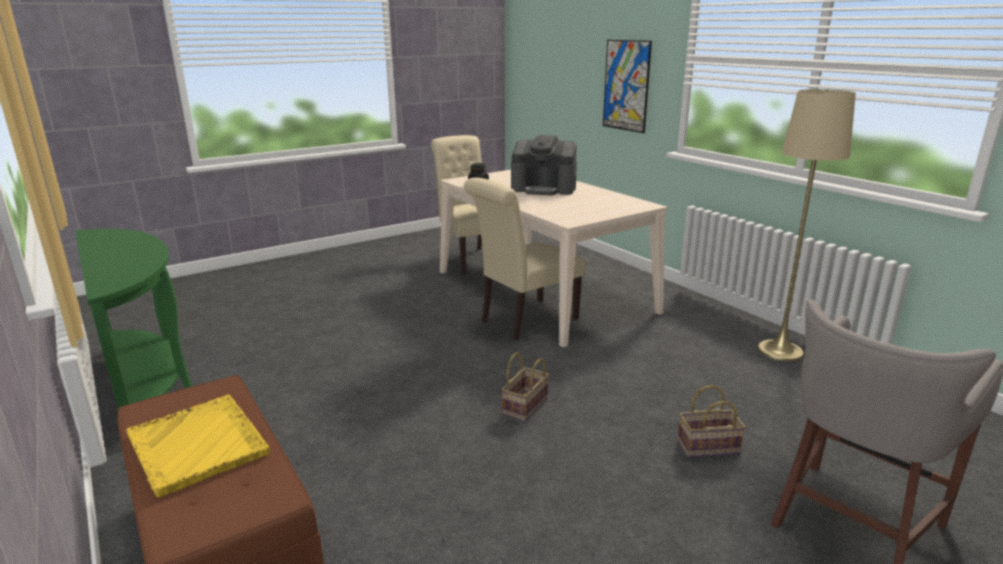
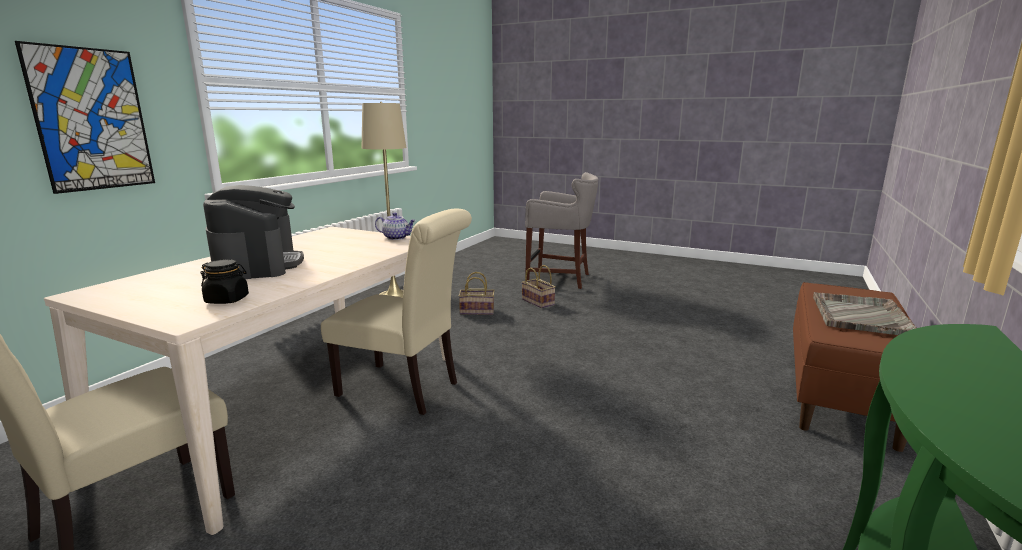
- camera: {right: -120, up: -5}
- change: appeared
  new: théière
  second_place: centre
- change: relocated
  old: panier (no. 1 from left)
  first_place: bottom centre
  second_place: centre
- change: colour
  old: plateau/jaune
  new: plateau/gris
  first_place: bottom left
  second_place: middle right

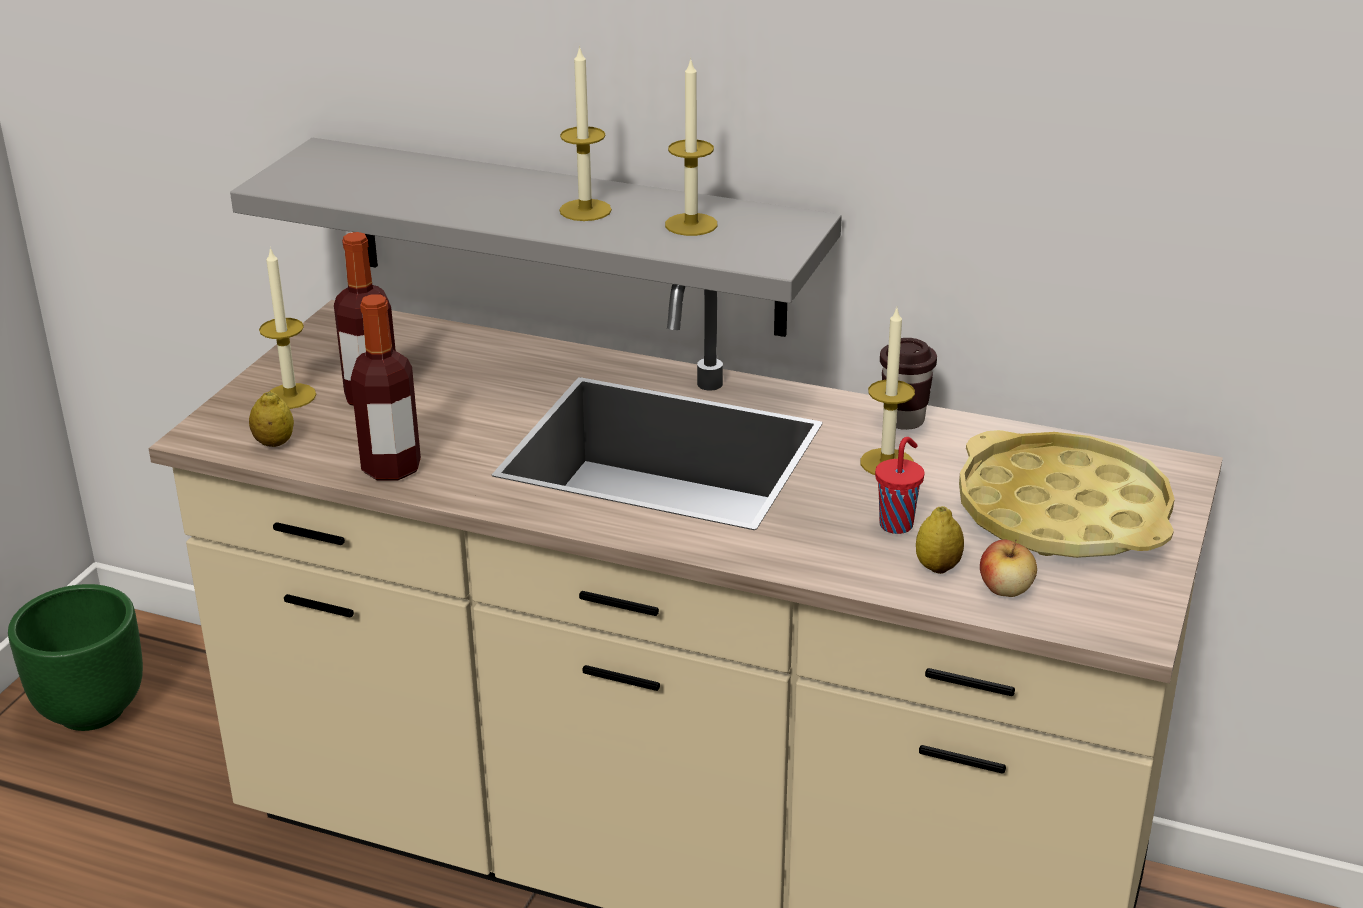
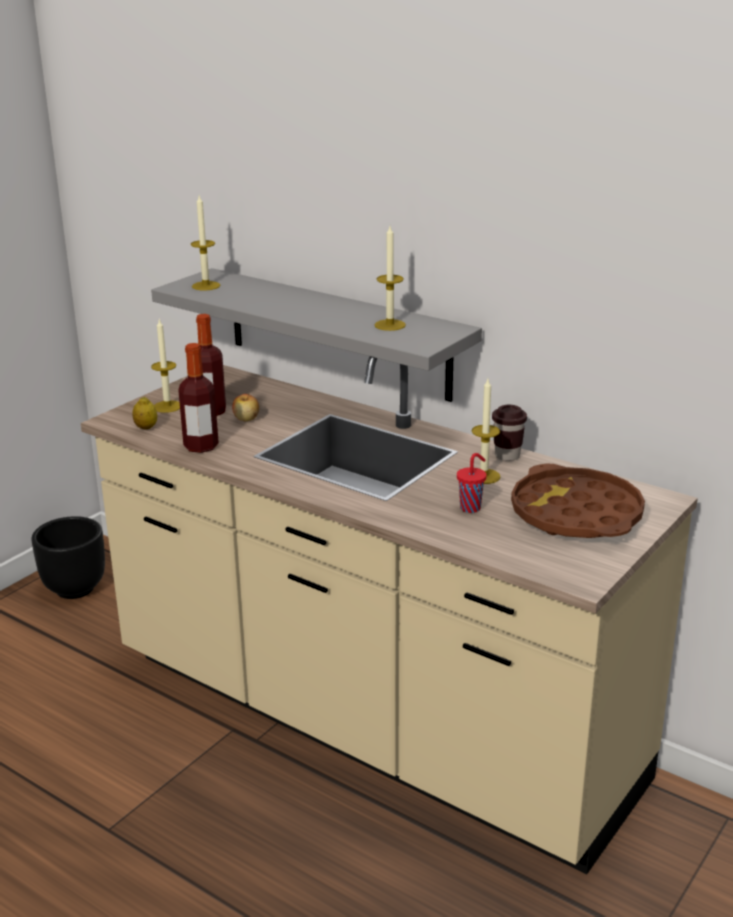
- camera: {right: 15, up: -5}
- change: missing
  old: citron (no. 2 from left)
  first_place: middle right
- change: relocated
  old: bougie (no. 2 from left)
  first_place: top centre
  second_place: top left
- change: relocated
  old: pomme
  first_place: middle right
  second_place: centre
- change: colour
  old: cache-pot/vert
  new: cache-pot/noir
  first_place: bottom left
  second_place: middle left
- change: colour
  old: plateau/jaune
  new: plateau/marron
  first_place: middle right
  second_place: middle right

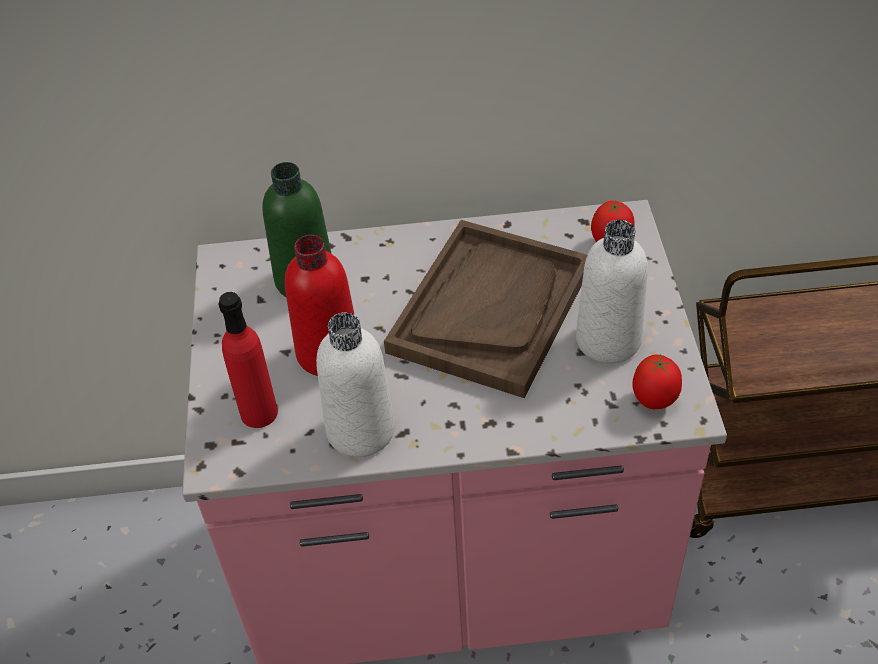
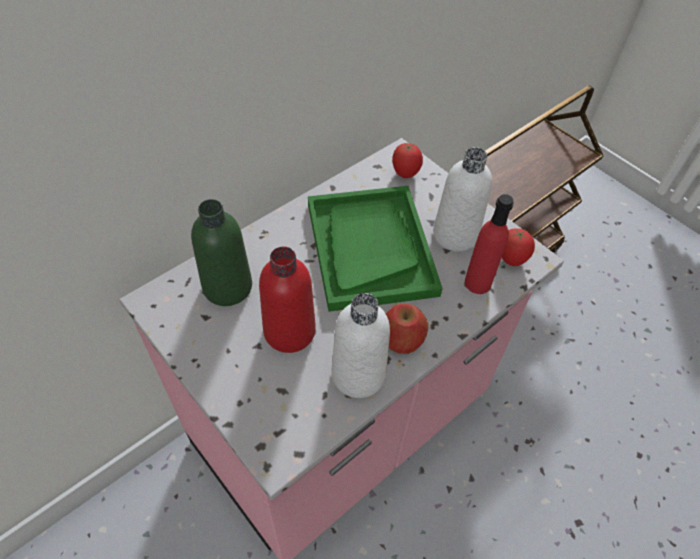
- camera: {right: -40, up: 5}
- change: appeared
  new: pomme
  second_place: centre
- change: relocated
  old: bouteille/rouge (no. 1 from left in the first image)
  new: bouteille/rouge (no. 2 from left)
  first_place: middle left
  second_place: middle right
- change: colour
  old: plateau/marron
  new: plateau/vert
  first_place: centre
  second_place: centre

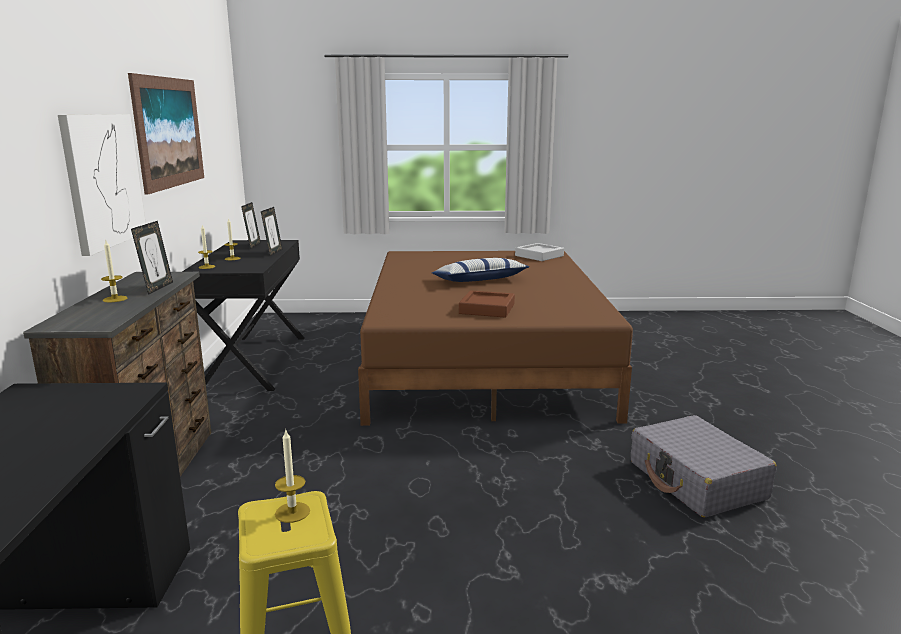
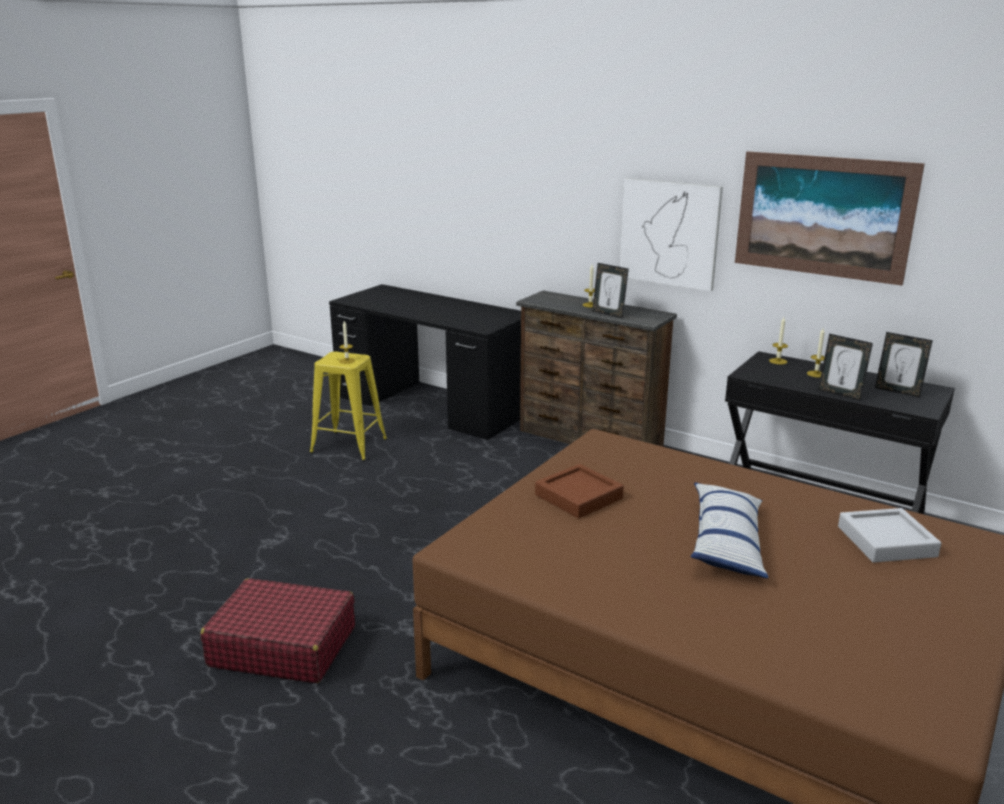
- camera: {right: 125, up: 5}
- change: relocated
  old: plateau/gris
  first_place: centre
  second_place: middle right
- change: colour
  old: valise/gris
  new: valise/rouge
  first_place: bottom right
  second_place: bottom left

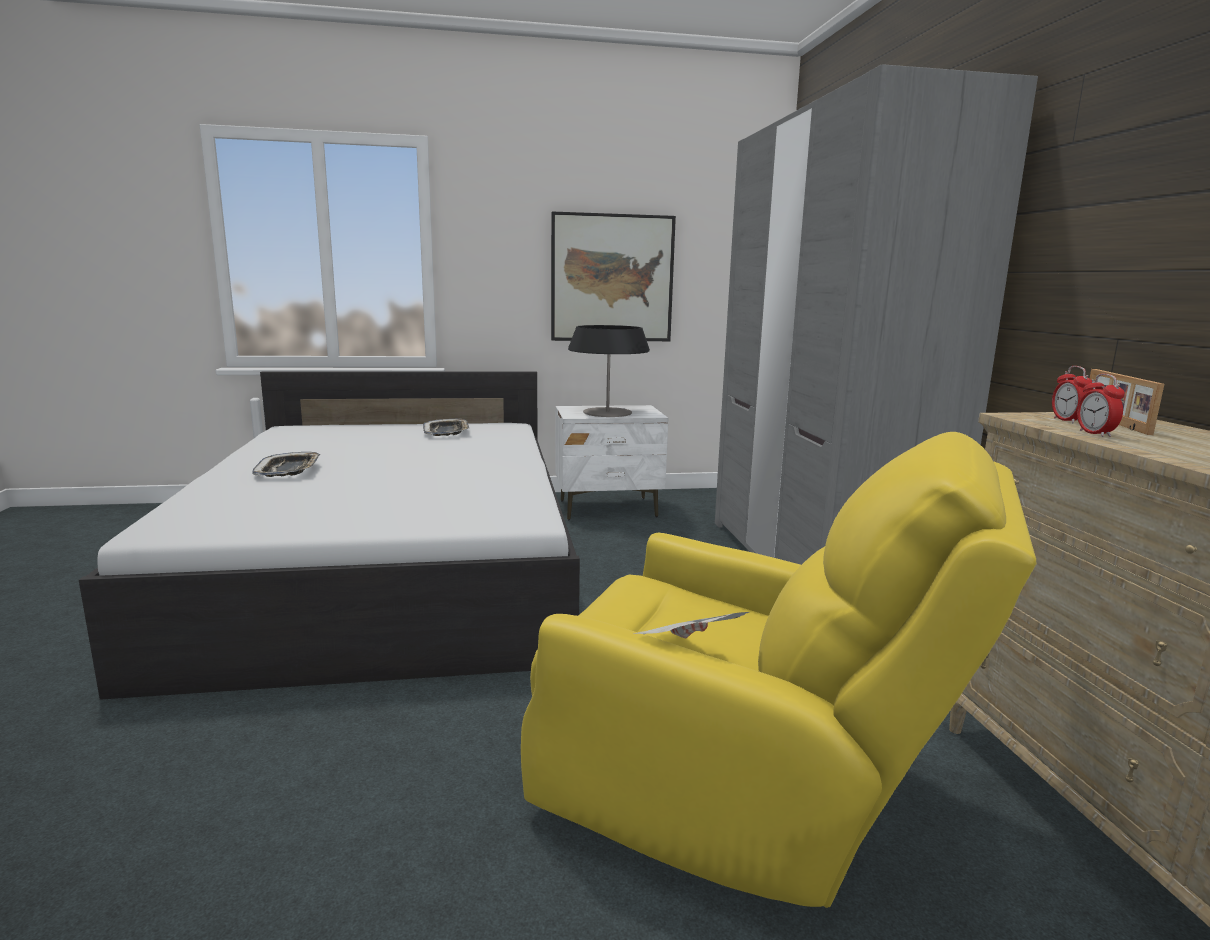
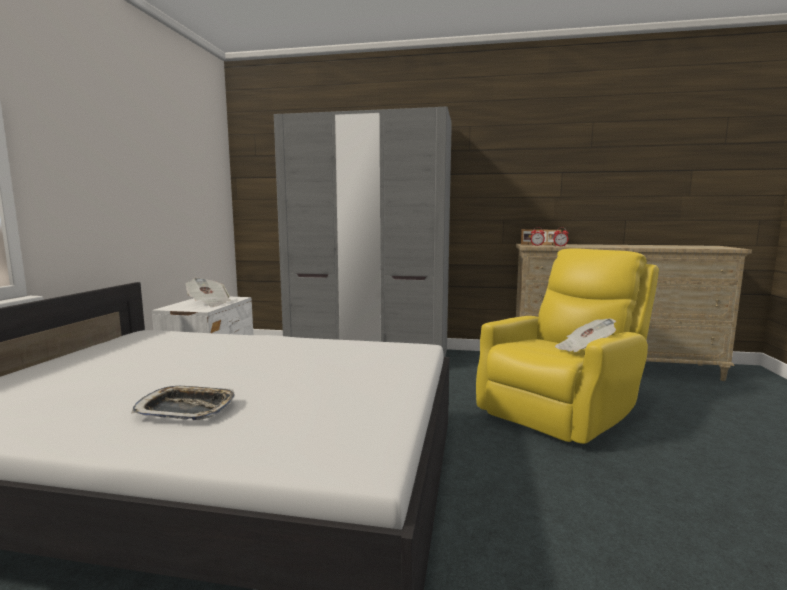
- camera: {right: -70, up: -5}
- change: missing
  old: plateau (no. 2 from left)
  first_place: centre
- change: missing
  old: tableau
  first_place: top centre
- change: exchanged
  old: lampe de table
  new: journal (no. 1 from left)
  first_place: centre
  second_place: middle left

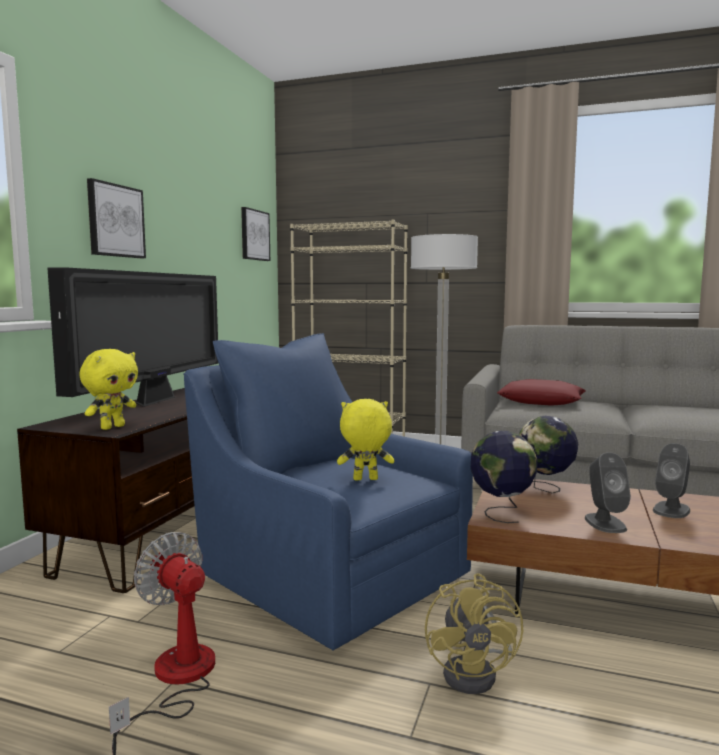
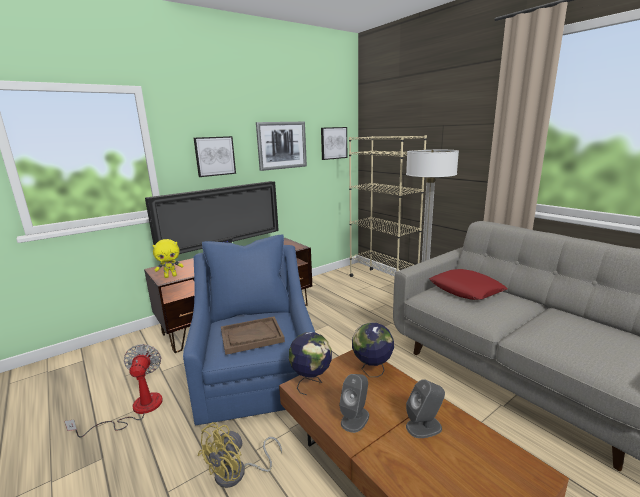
- camera: {right: 35, up: 10}
- change: appeared
  new: tableau (no. 2 from left)
  second_place: top centre
- change: exchanged
  old: peluche/jaune (no. 2 from left)
  new: plateau/marron
  first_place: centre
  second_place: bottom centre

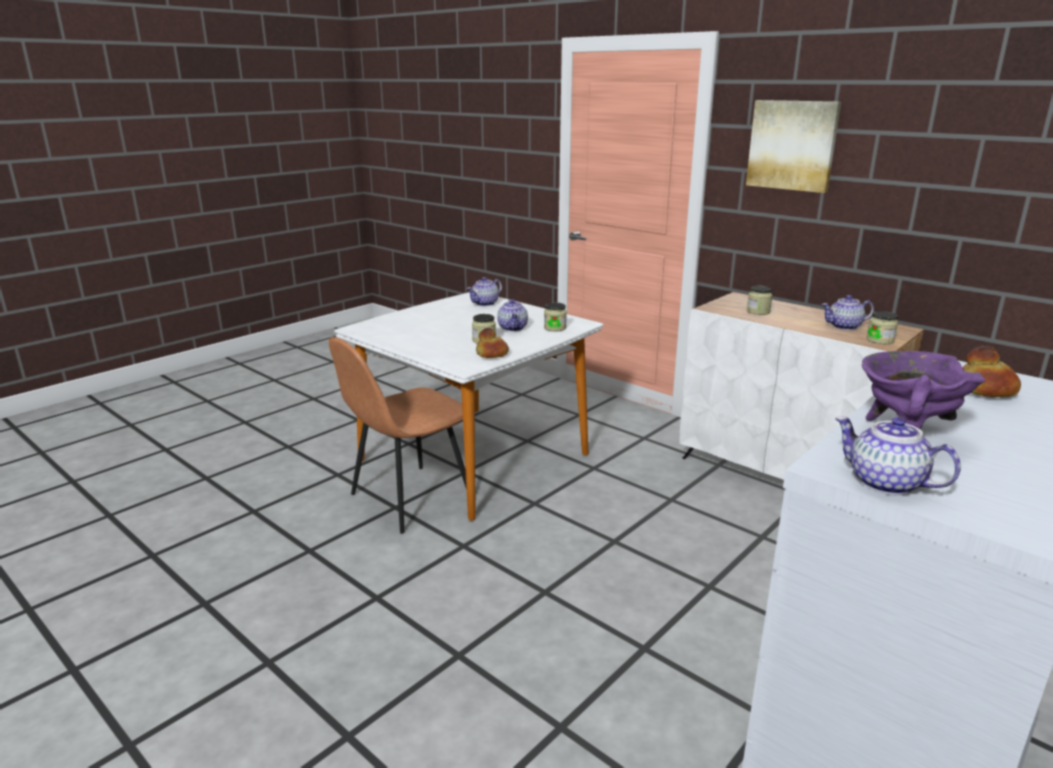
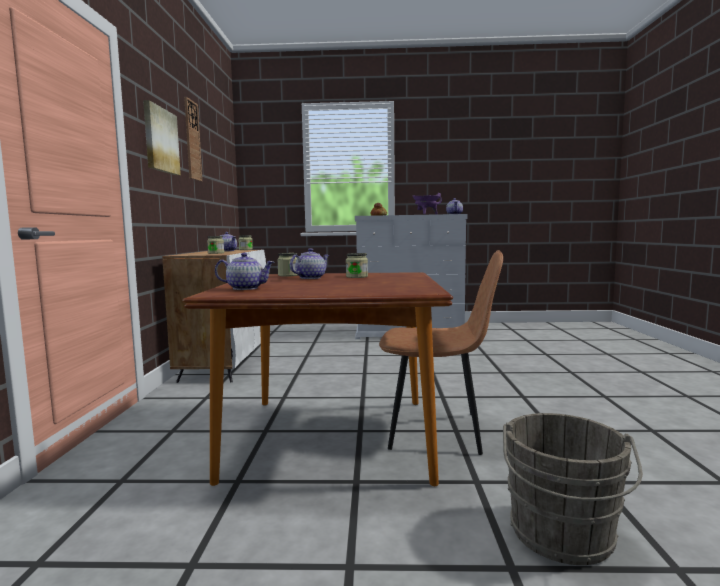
- camera: {right: -130, up: -15}
- change: missing
  old: pain (no. 1 from left)
  first_place: centre
- change: appeared
  new: horloge murale
  second_place: top left
- change: appeared
  new: seau/gris
  second_place: bottom right
- change: colour
  old: table à manger/blanc
  new: table à manger/marron
  first_place: centre
  second_place: centre

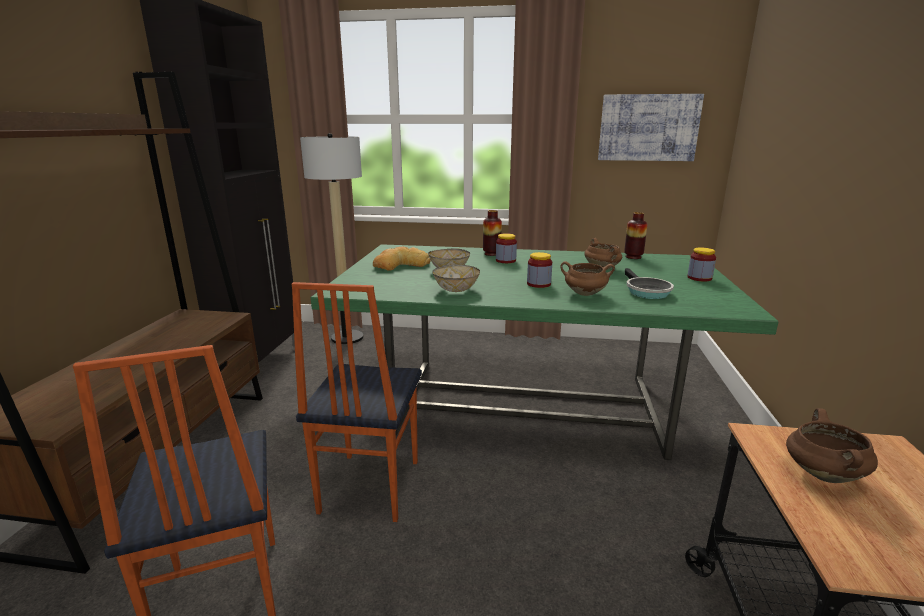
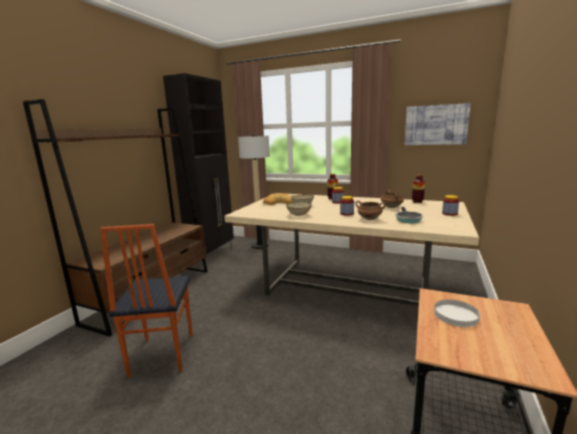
- camera: {right: 15, up: -5}
- change: missing
  old: chaise (no. 2 from left)
  first_place: centre
- change: exchanged
  old: marmite/marron (no. 3 from left)
  new: assiette/blanc
  first_place: bottom right
  second_place: bottom right
- change: colour
  old: table à manger/vert
  new: table à manger/beige
  first_place: centre
  second_place: centre

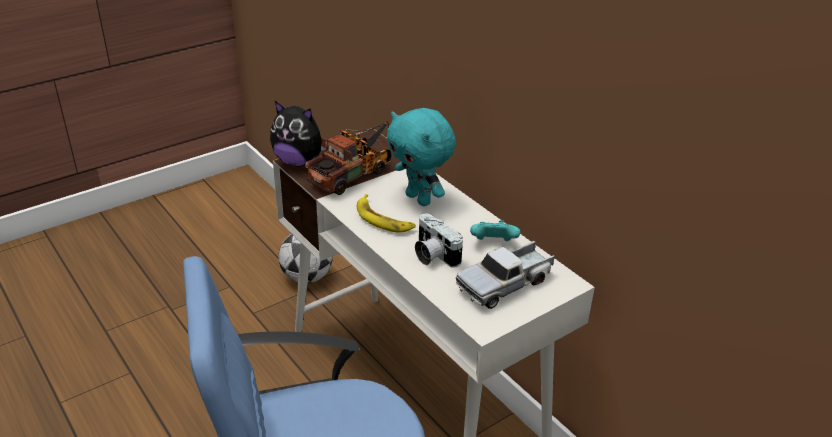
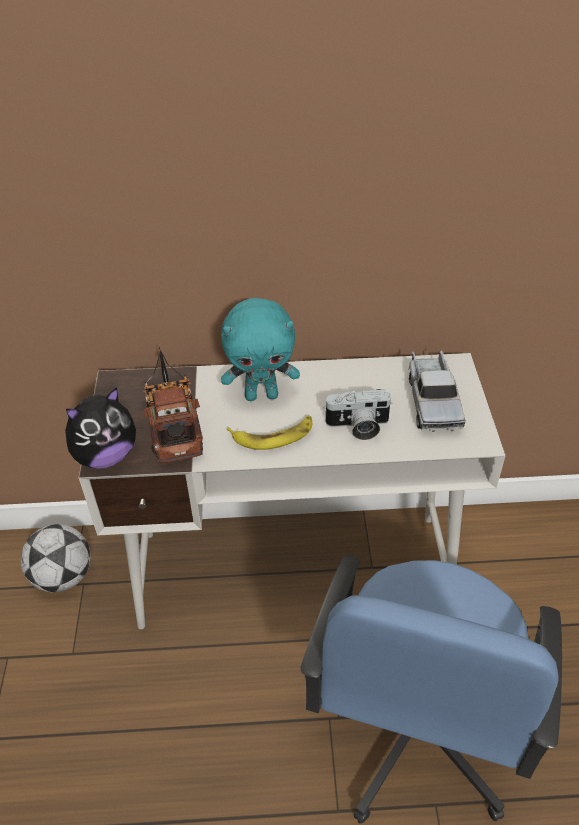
- camera: {right: -55, up: 10}
- change: missing
  old: manette/turquoise
  first_place: centre

